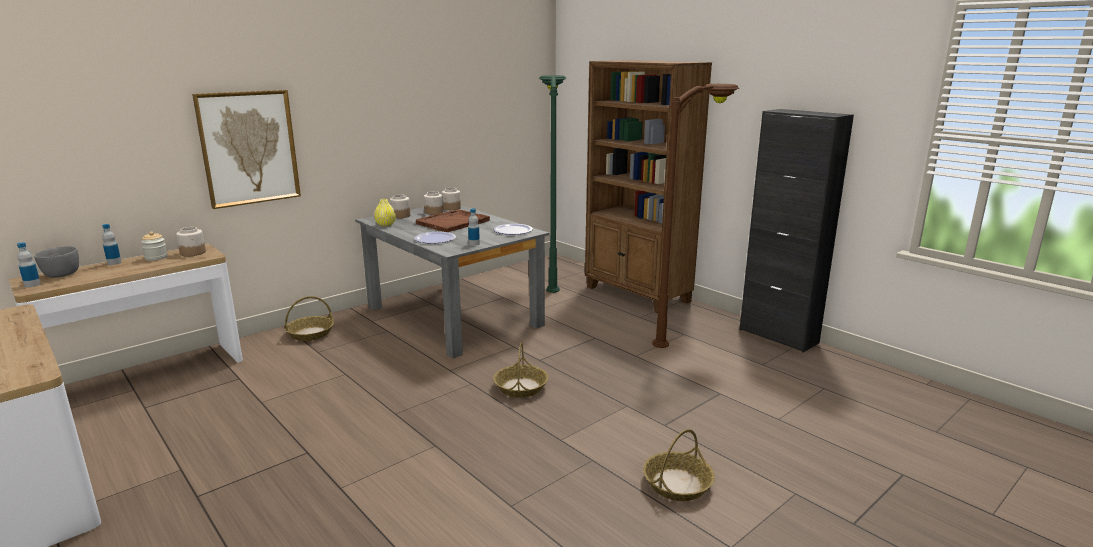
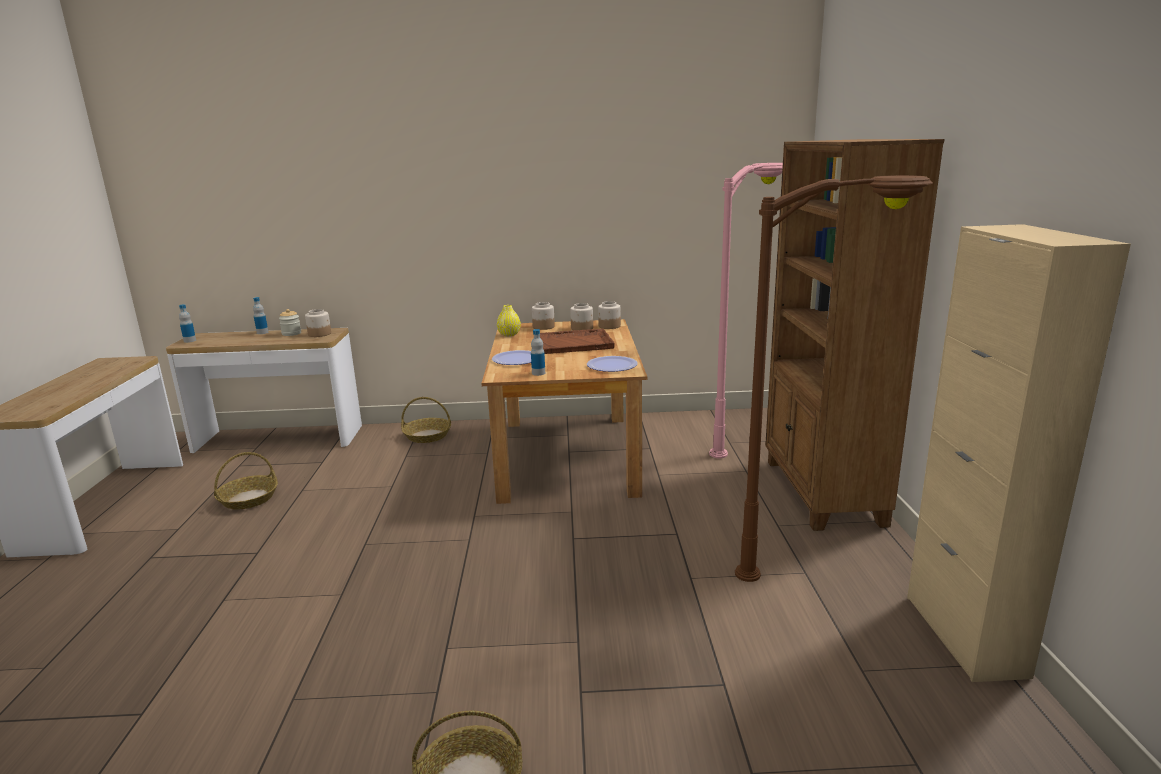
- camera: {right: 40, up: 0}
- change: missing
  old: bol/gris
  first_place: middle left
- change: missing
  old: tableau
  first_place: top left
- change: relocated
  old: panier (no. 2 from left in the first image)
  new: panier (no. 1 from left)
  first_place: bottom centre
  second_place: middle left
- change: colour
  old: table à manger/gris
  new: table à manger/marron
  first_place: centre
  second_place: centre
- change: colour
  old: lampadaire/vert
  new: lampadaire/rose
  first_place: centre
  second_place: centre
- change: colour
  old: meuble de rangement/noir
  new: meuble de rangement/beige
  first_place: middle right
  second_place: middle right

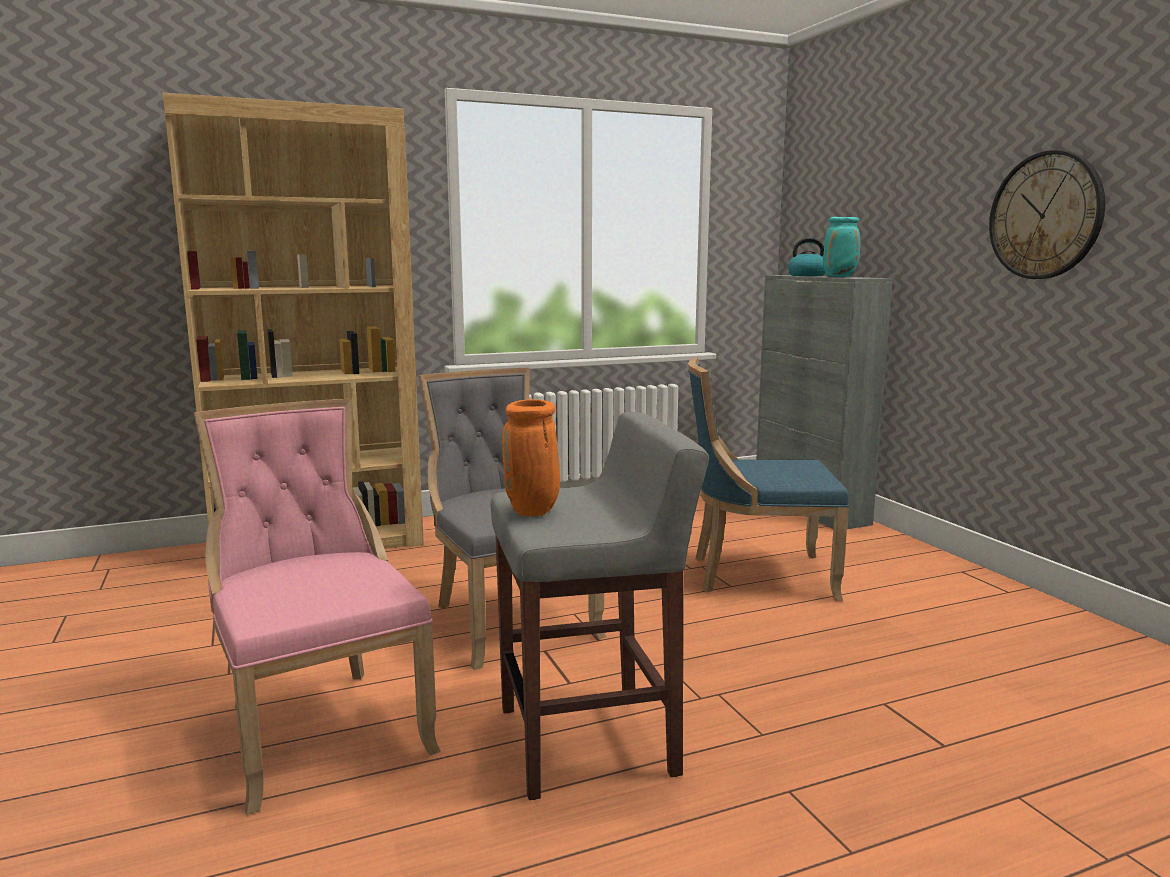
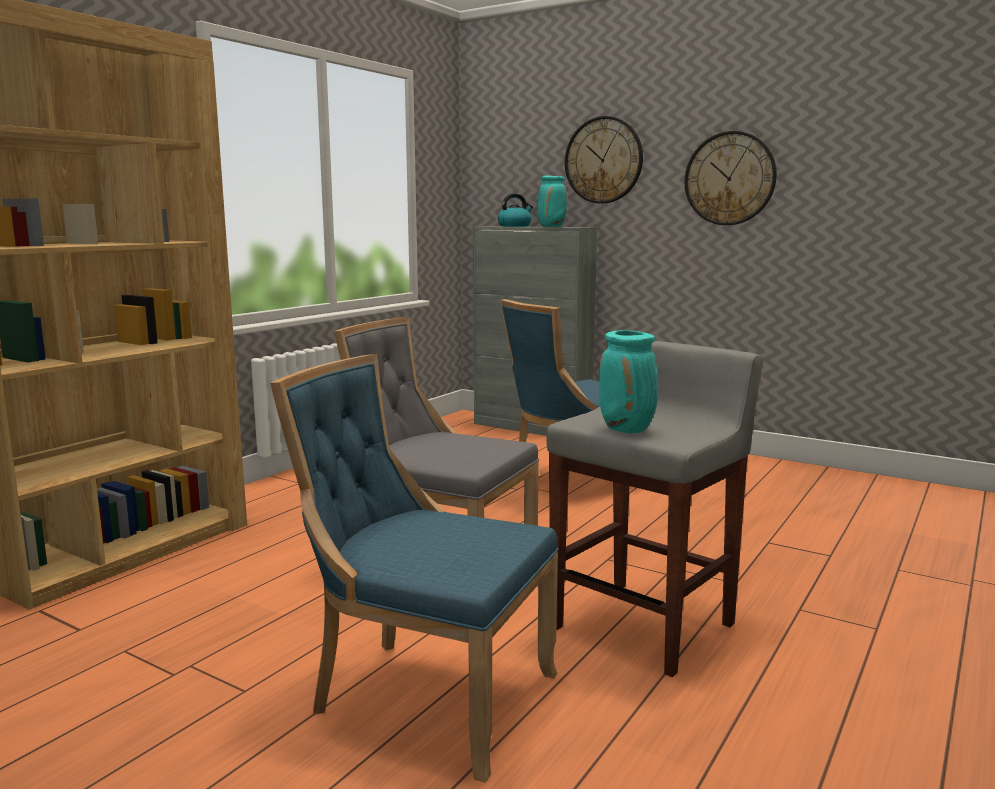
- camera: {right: -35, up: 0}
- change: appeared
  new: horloge murale (no. 1 from left)
  second_place: top centre
- change: colour
  old: chaise/rose
  new: chaise/bleu (no. 1 from left)
  first_place: bottom left
  second_place: bottom centre
- change: colour
  old: vase/orange
  new: vase/turquoise (no. 2 from left)
  first_place: centre
  second_place: centre

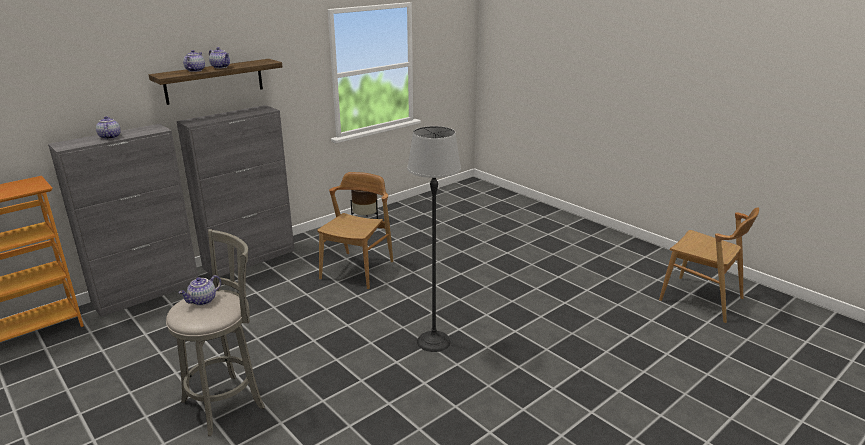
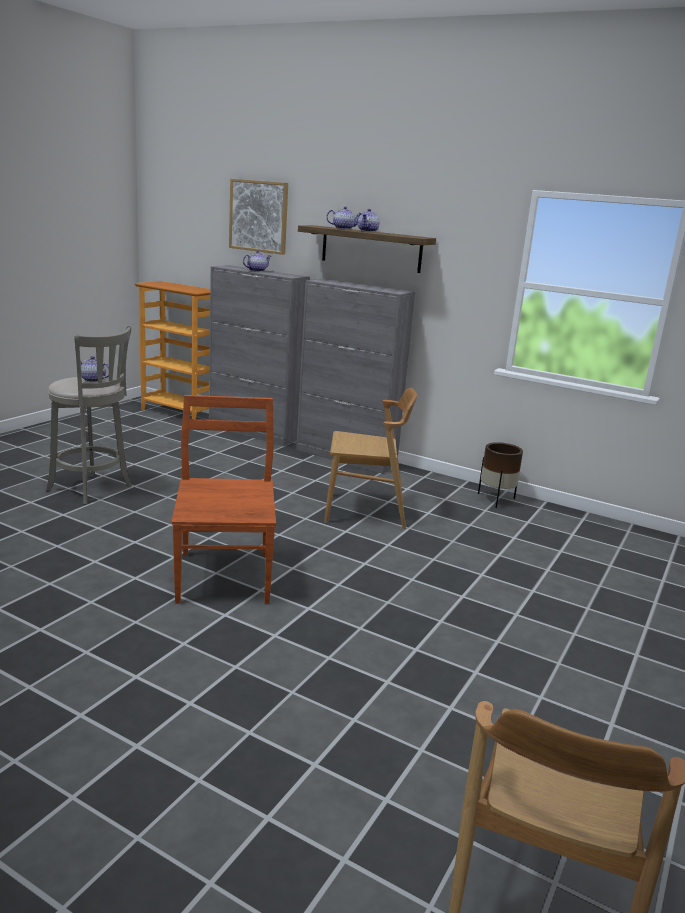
- camera: {right: 70, up: -5}
- change: appeared
  new: tableau
  second_place: top centre
- change: exchanged
  old: lampadaire
  new: chaise/marron (no. 1 from left)
  first_place: centre
  second_place: middle left

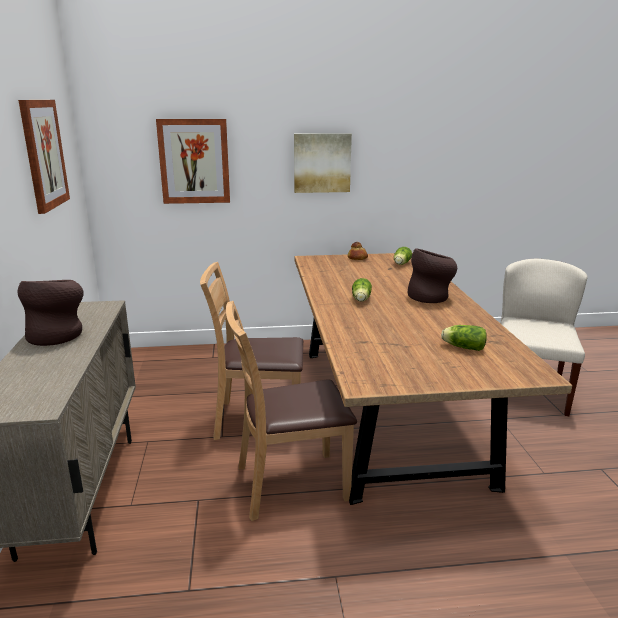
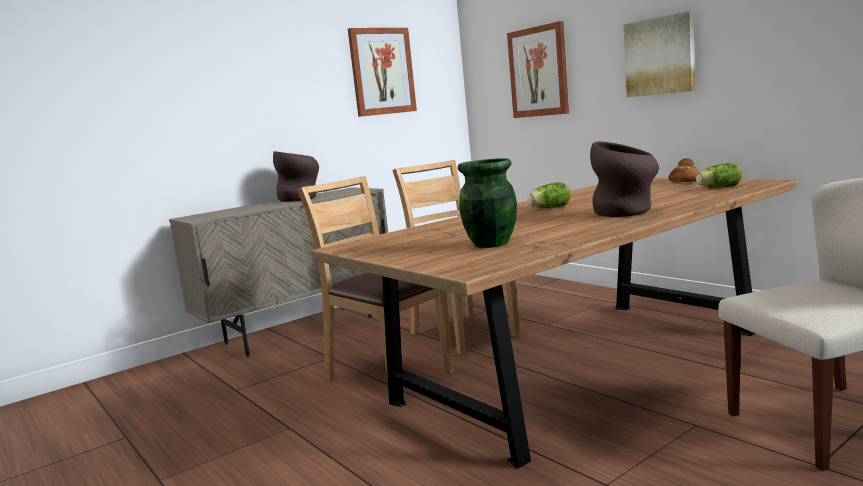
- camera: {right: 60, up: -10}
- change: exchanged
  old: laitue (no. 3 from left)
  new: vase/vert
  first_place: middle right
  second_place: centre

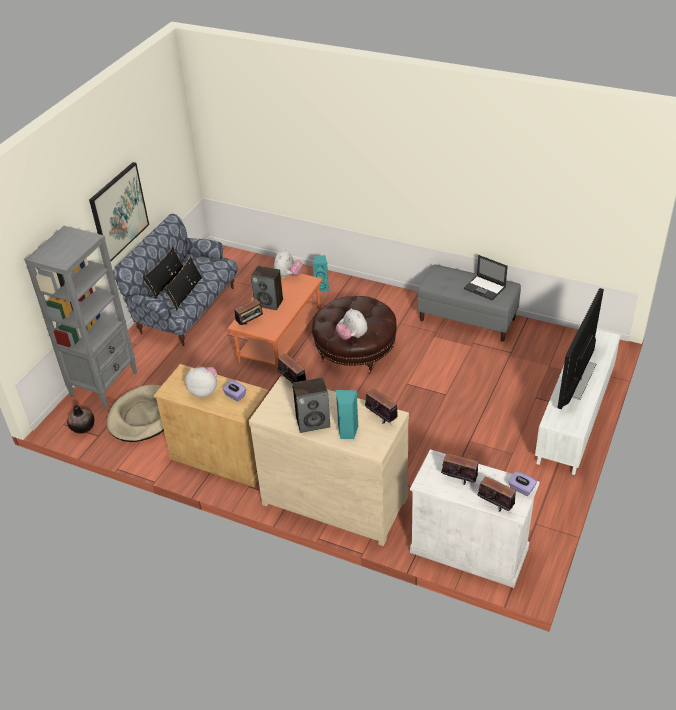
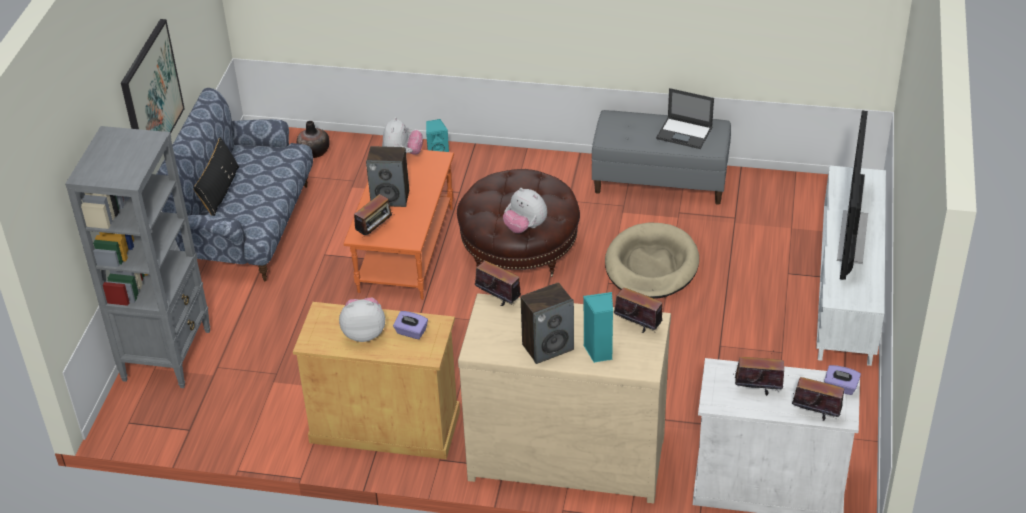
- camera: {right: -15, up: 0}
- change: missing
  old: coussin/noir (no. 2 from left)
  first_place: middle left
- change: relocated
  old: vase
  first_place: middle left
  second_place: top left
- change: relocated
  old: panier pour chien/beige
  first_place: middle left
  second_place: centre

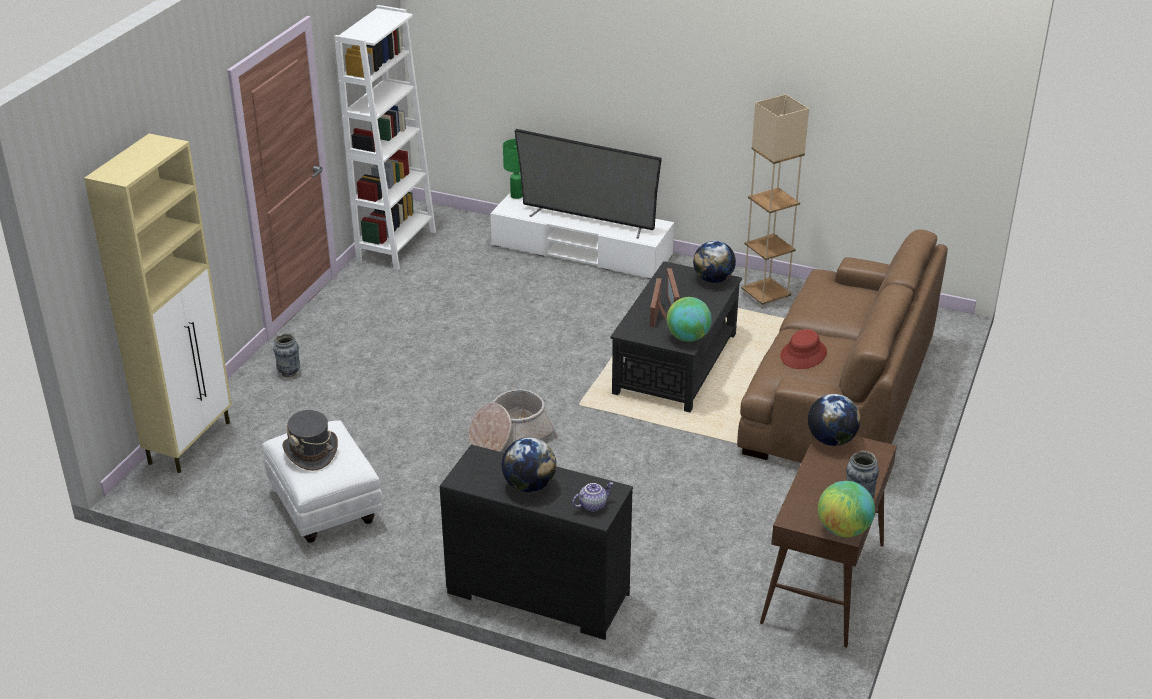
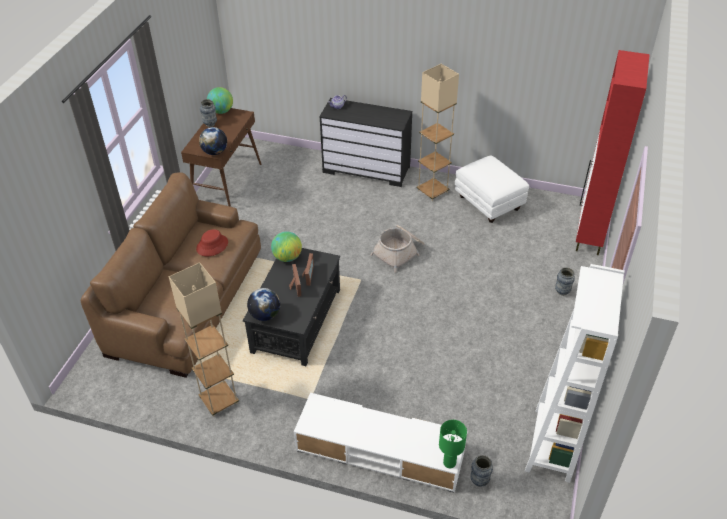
- camera: {right: 175, up: 10}
- change: missing
  old: chapeau/gris
  first_place: middle left
- change: missing
  old: globe (no. 1 from left)
  first_place: centre
- change: missing
  old: téléviseur
  first_place: top centre
- change: appeared
  new: lampadaire/beige (no. 2 from left)
  second_place: top centre
- change: appeared
  new: vase (no. 2 from left)
  second_place: bottom centre
- change: colour
  old: meuble de rangement/beige
  new: meuble de rangement/rouge
  first_place: middle left
  second_place: top right

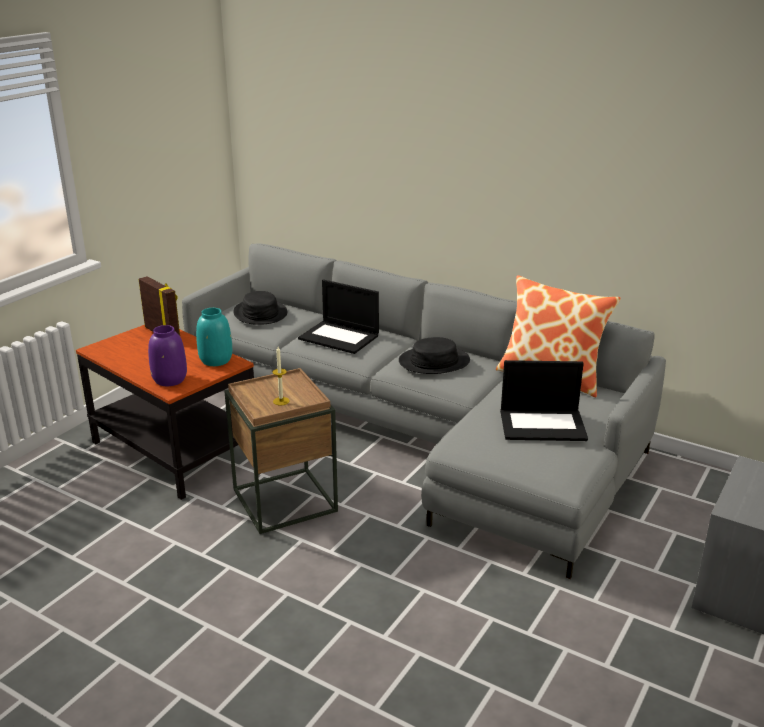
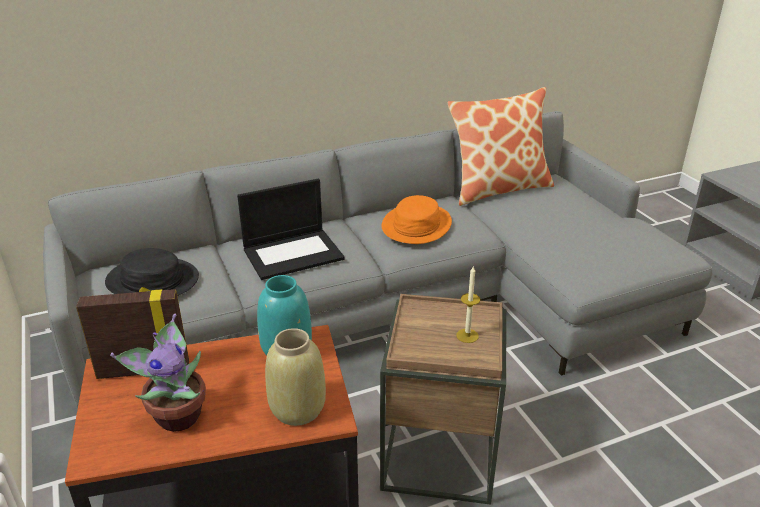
- camera: {right: -55, up: 5}
- change: missing
  old: ordinateur portable (no. 2 from left)
  first_place: middle right
- change: appeared
  new: plante en pot
  second_place: bottom left
- change: colour
  old: vase/violet
  new: vase/beige
  first_place: middle left
  second_place: bottom centre
- change: colour
  old: chapeau/noir (no. 2 from left)
  new: chapeau/orange
  first_place: centre
  second_place: centre

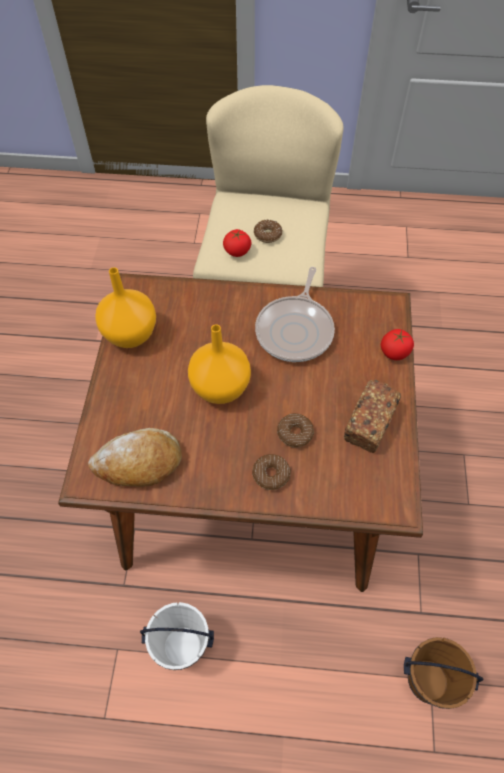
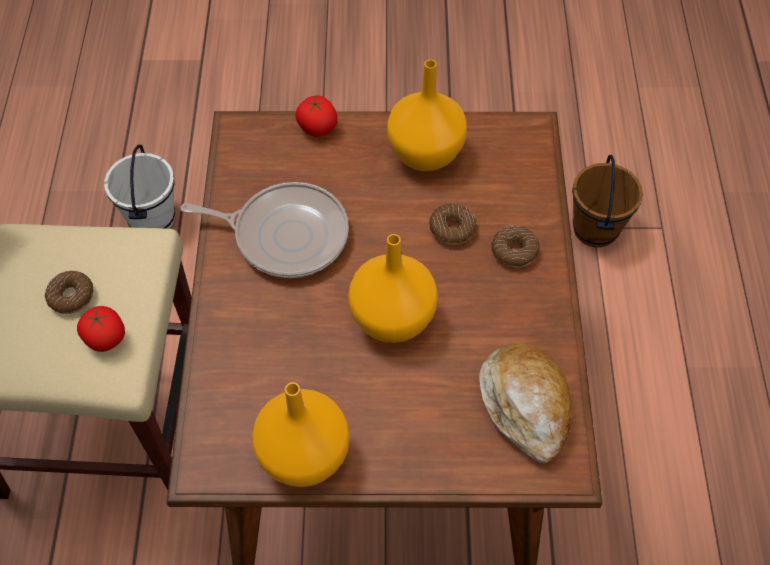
- camera: {right: -95, up: 0}
- change: relocated
  old: seau/blanc
  first_place: bottom centre
  second_place: top left
- change: exchanged
  old: pain (no. 2 from left)
  new: vase/orange (no. 3 from left)
  first_place: middle right
  second_place: top centre

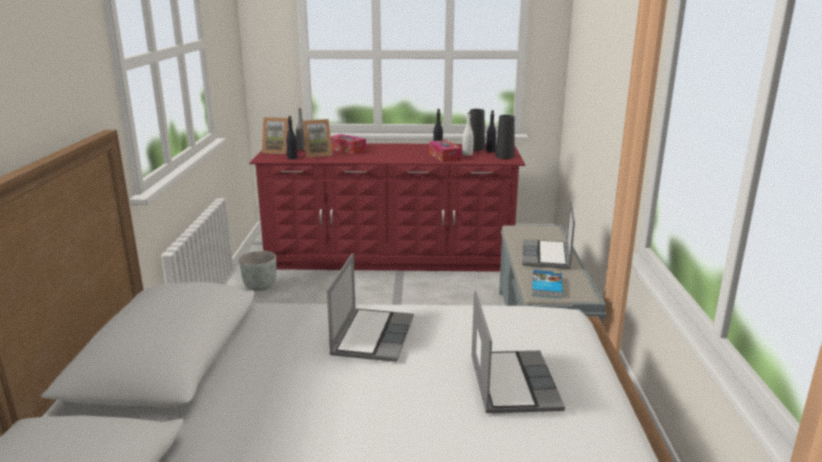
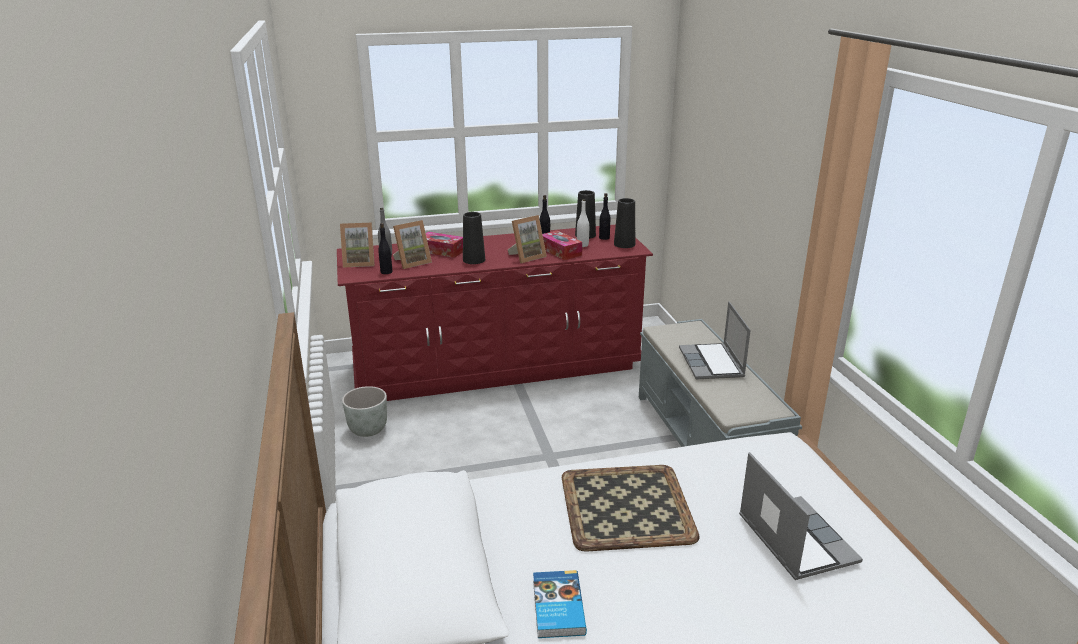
- camera: {right: -15, up: 5}
- change: appeared
  new: vase/noir (no. 1 from left)
  second_place: centre
- change: appeared
  new: cadre photo (no. 3 from left)
  second_place: centre
- change: relocated
  old: livre
  first_place: centre
  second_place: bottom centre
- change: exchanged
  old: ordinateur portable (no. 1 from left)
  new: plateau
  first_place: centre
  second_place: bottom centre

